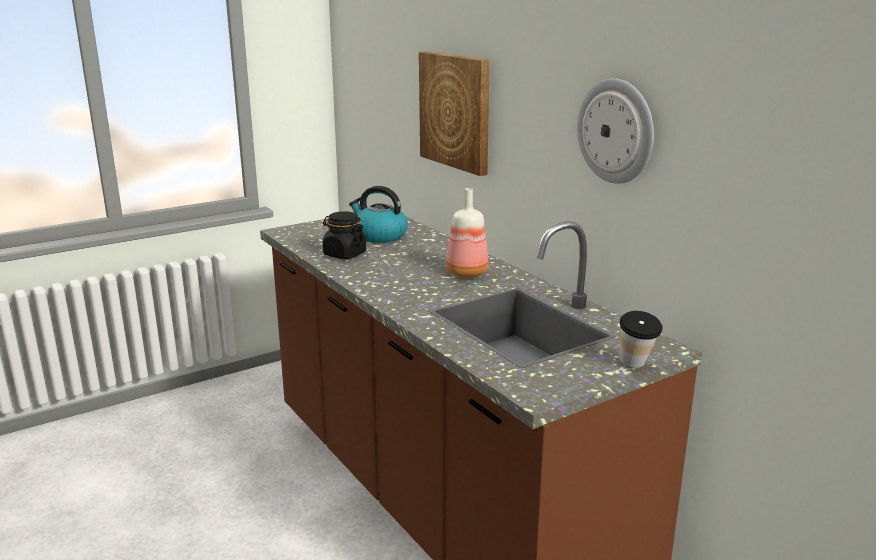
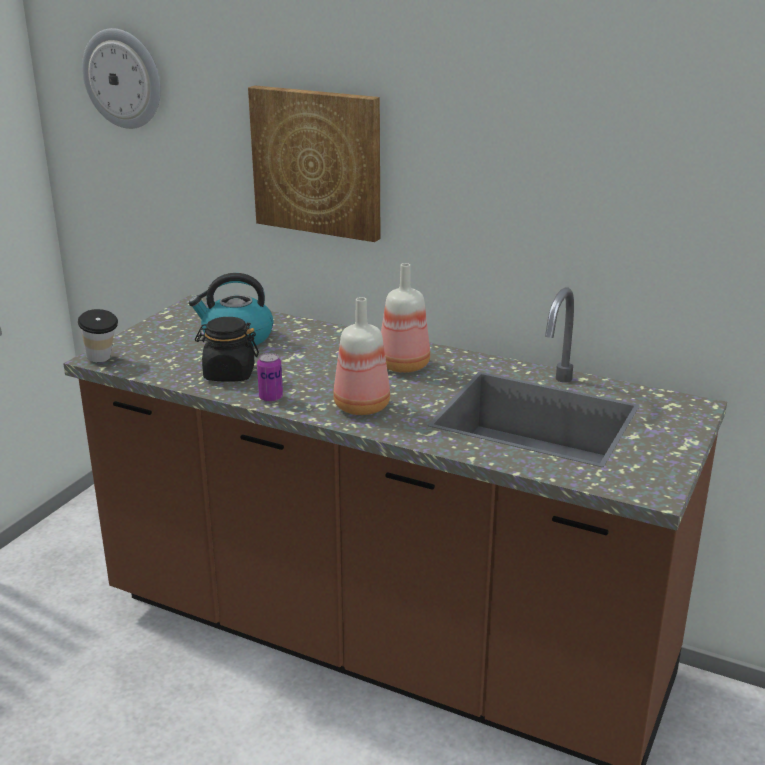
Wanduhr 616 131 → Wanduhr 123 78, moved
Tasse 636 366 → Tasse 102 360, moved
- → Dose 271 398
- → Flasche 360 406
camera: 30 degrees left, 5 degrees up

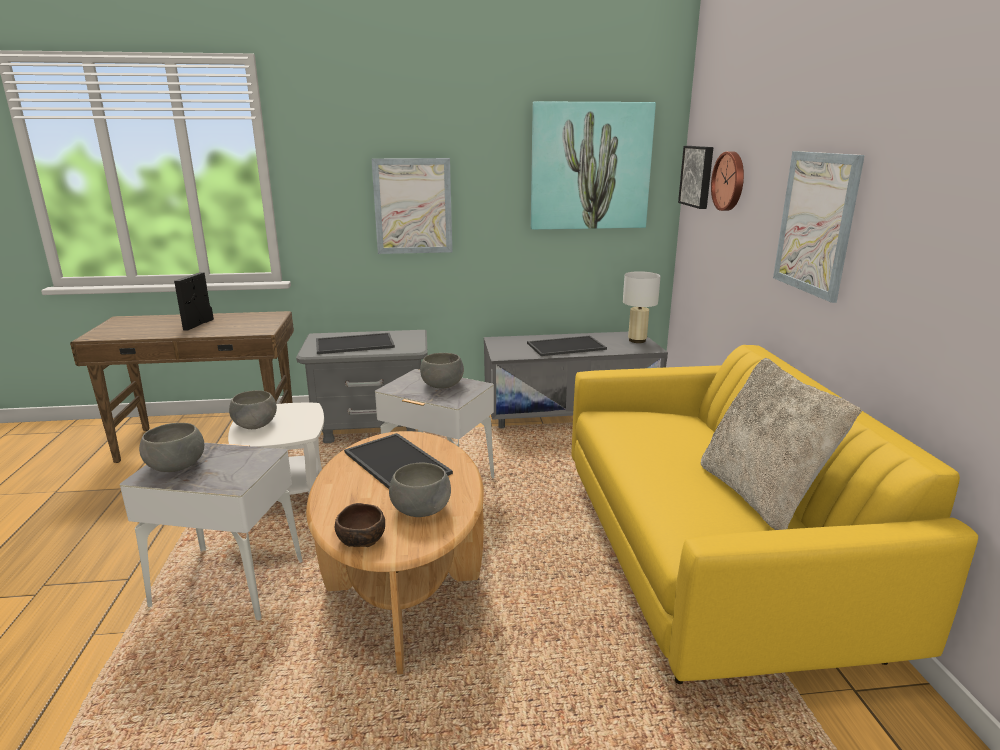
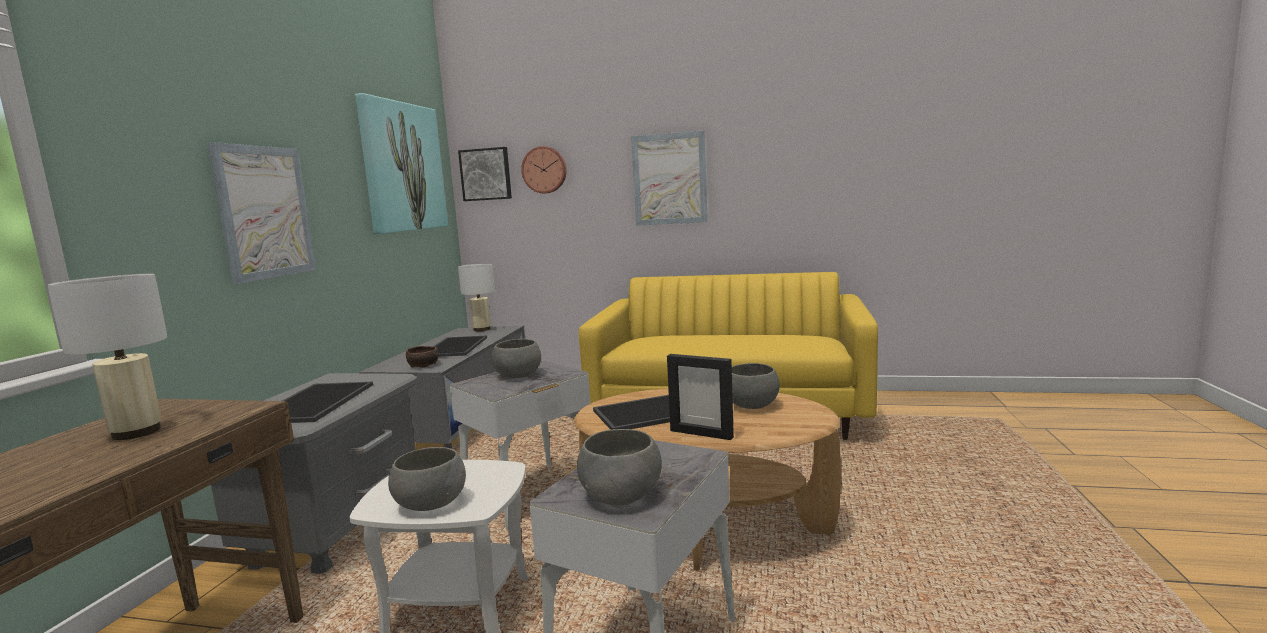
Bilderrahmen 198 324 → Bilderrahmen 702 433, moved
Schüssel (braun) 362 539 → Schüssel (braun) 424 365, moved
Kissen (beige) 761 492 → -
- → Tischlampe (weiß) 138 432
camera: 70 degrees left, 10 degrees down

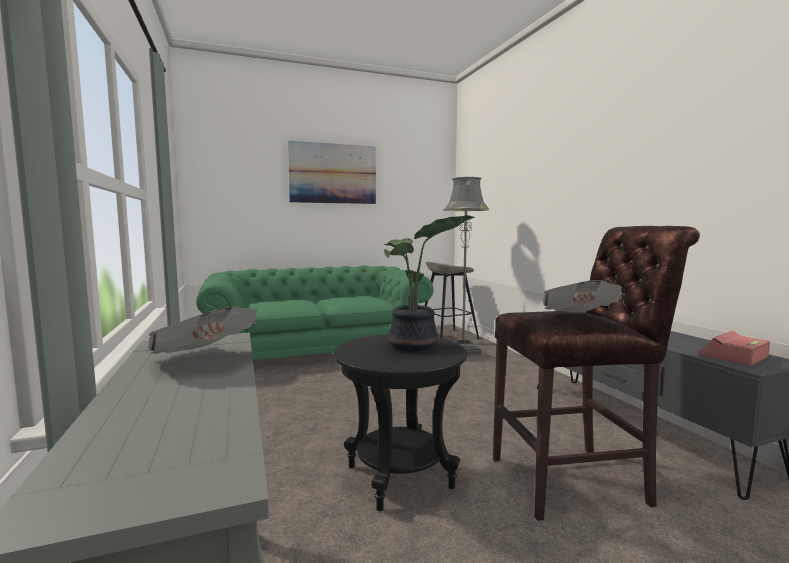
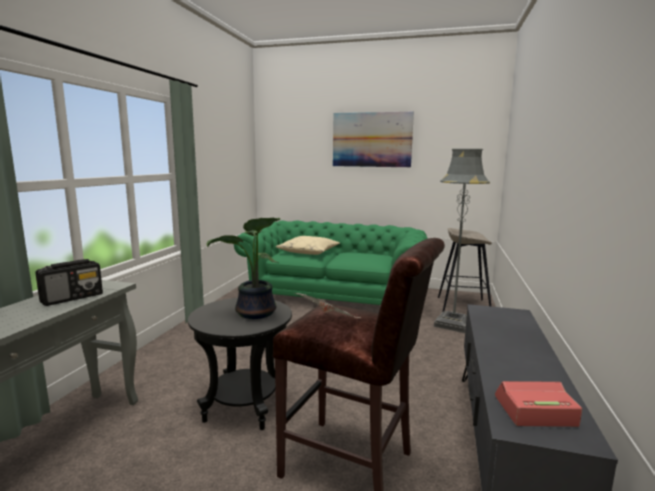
Zeitung 205 360 → Radio 73 298
- → Kissen (beige) 308 252
camera: 35 degrees right, 5 degrees up

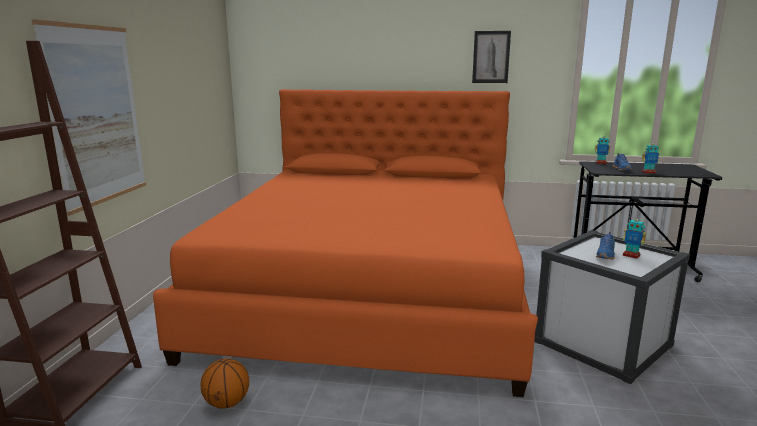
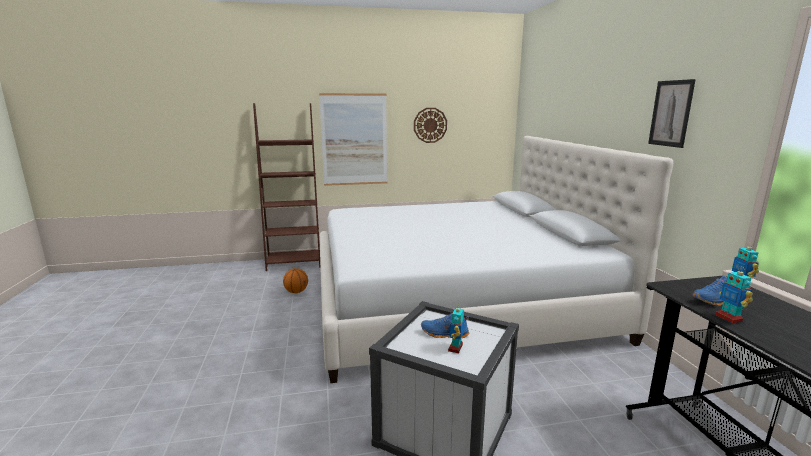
Bett (orange) 371 290 → Bett (weiß) 454 301
- → Wanduhr 430 125
camera: 70 degrees right, 0 degrees up

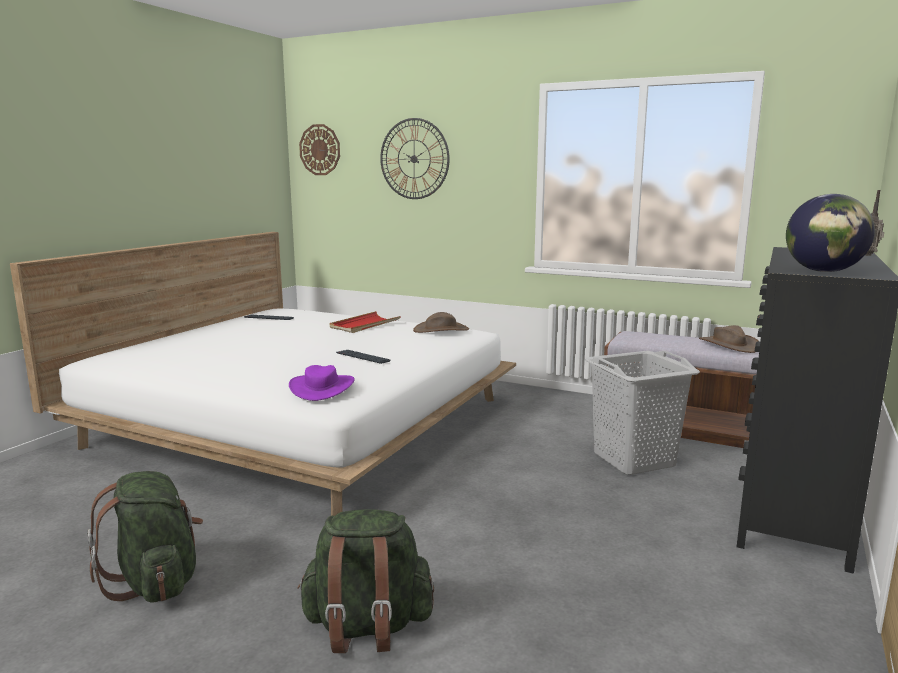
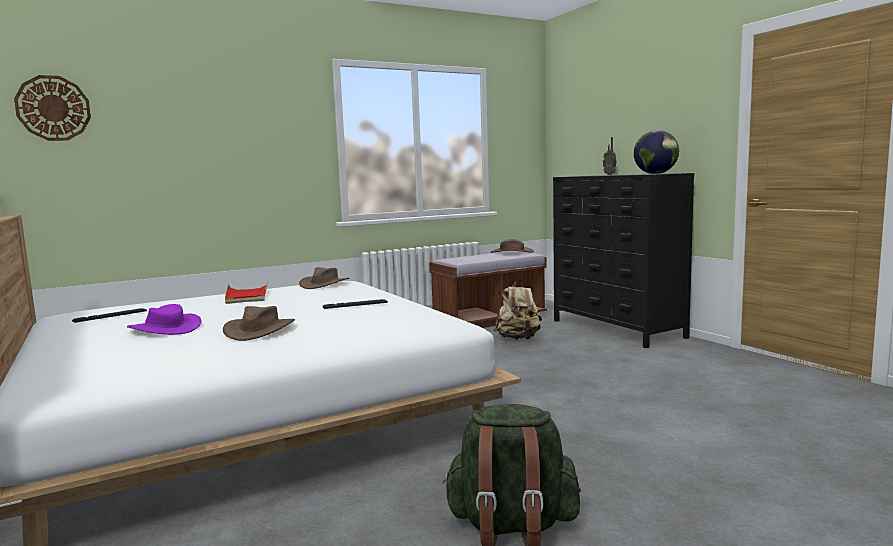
Hut (lila) 322 388 → Hut (lila) 165 328, moved
Rucksack (grün) 367 627 → -
Wanduhr 414 159 → -
Wäschekorb (grau) 634 460 → Rucksack (beige) 518 339
- → Hut (braun) 259 330
camera: 55 degrees left, 5 degrees down

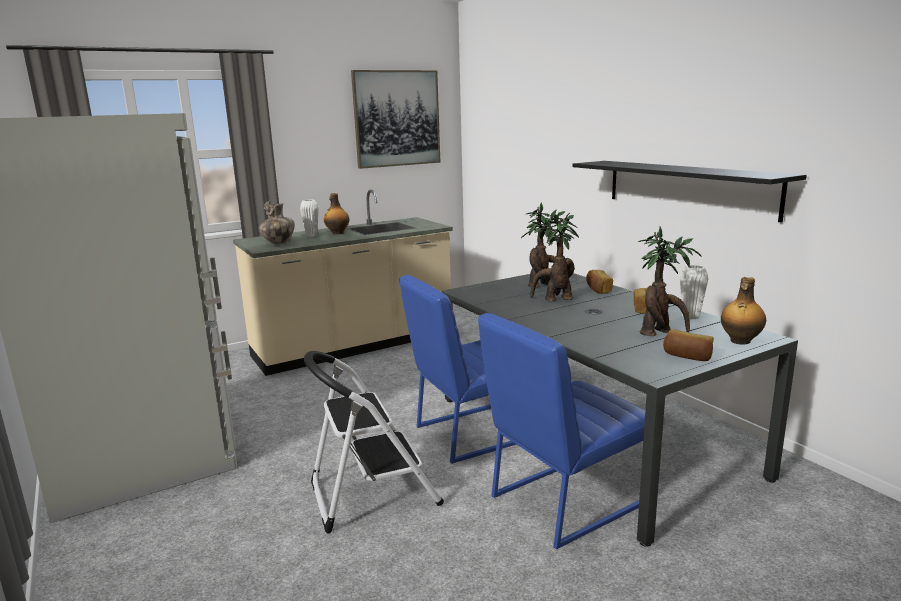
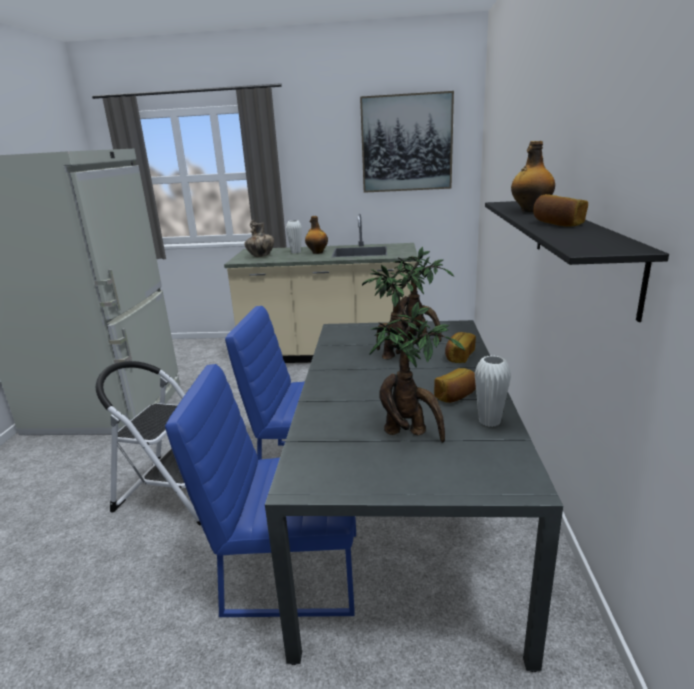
Brot 687 356 → Brot 557 224, moved
Flasche 740 341 → Flasche 530 210, moved
camera: 35 degrees right, 5 degrees up

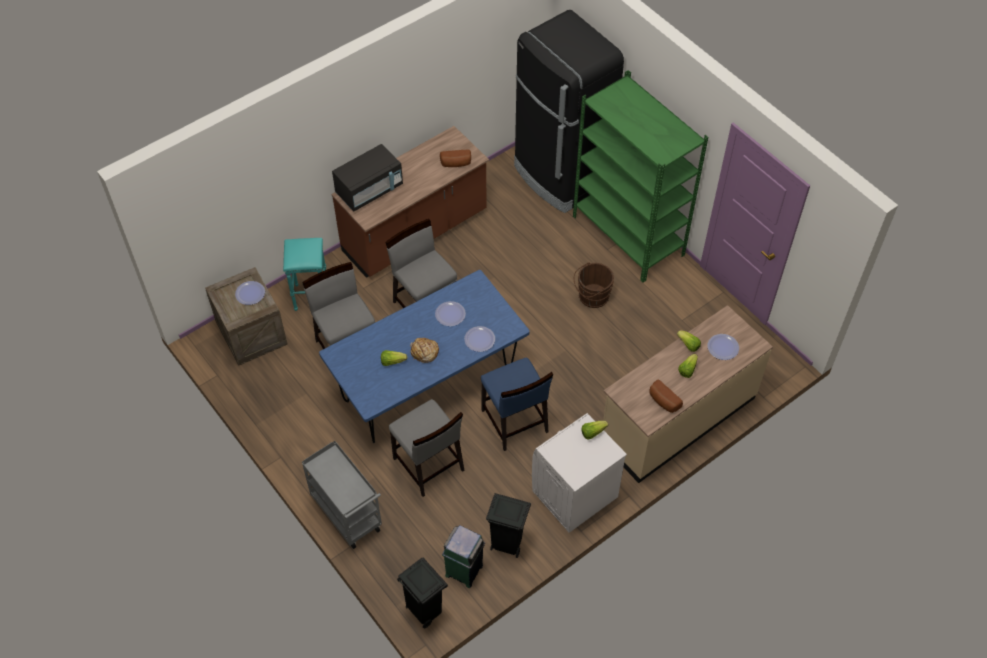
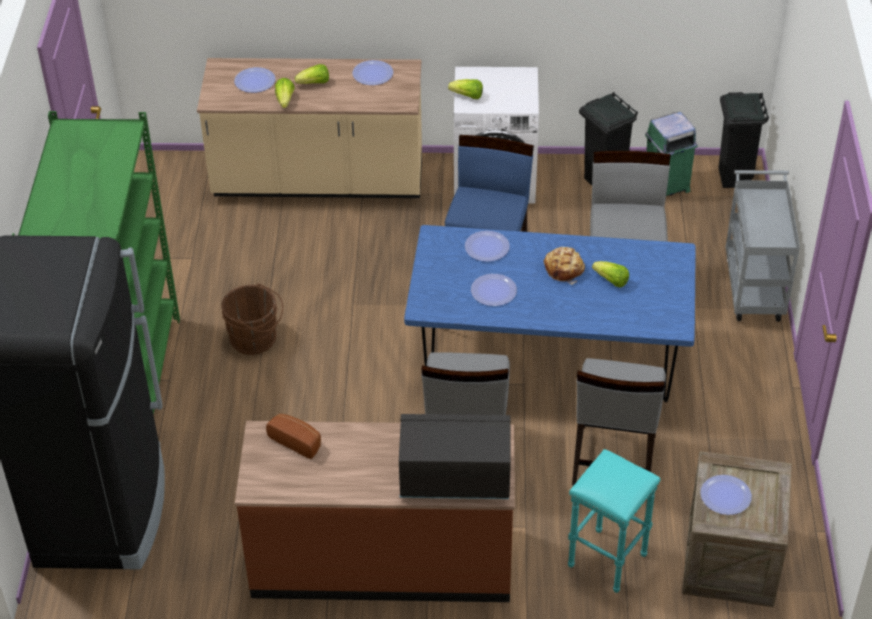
Brot 663 401 → Teller 372 74
camera: 140 degrees left, 10 degrees down

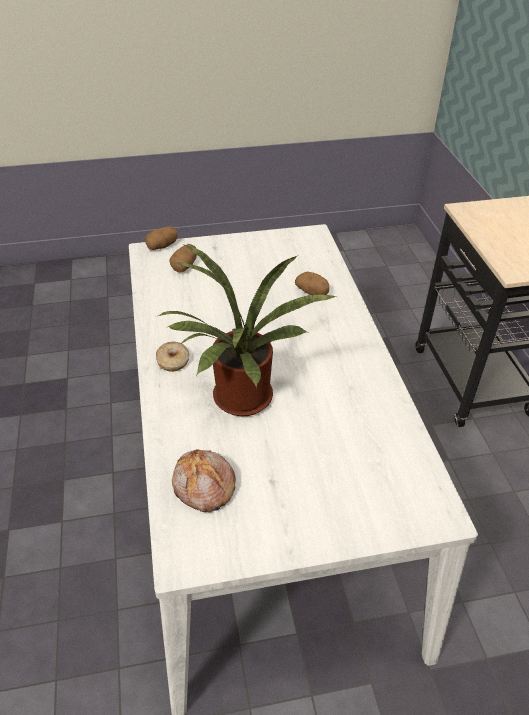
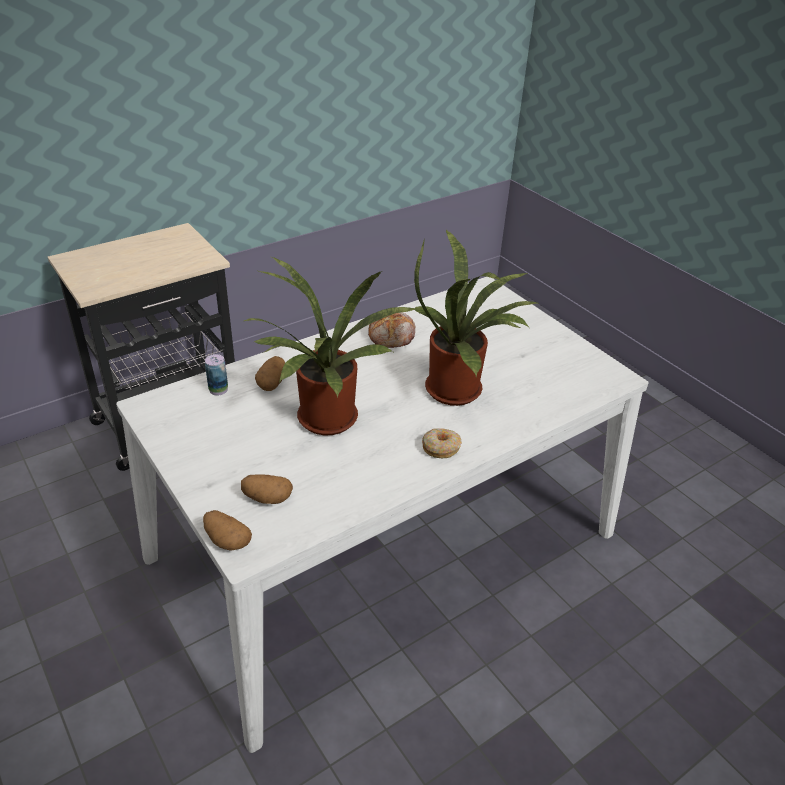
Brot 203 487 → Brot 392 336, moved
- → Dose 218 389
- → Topfpflanze 325 423
camera: 115 degrees left, 5 degrees down

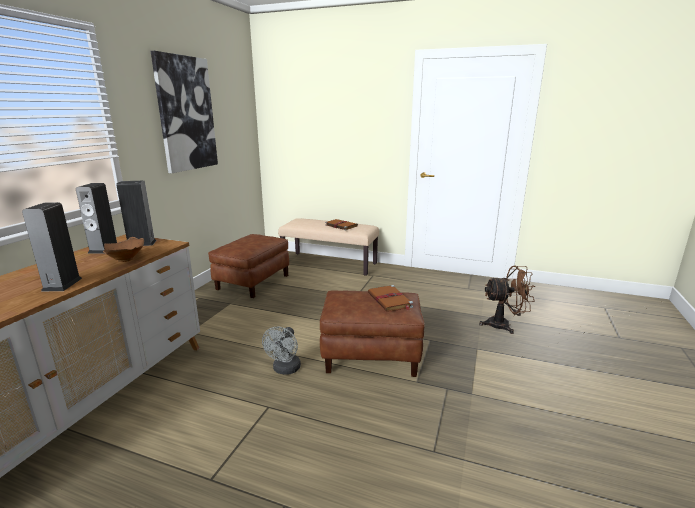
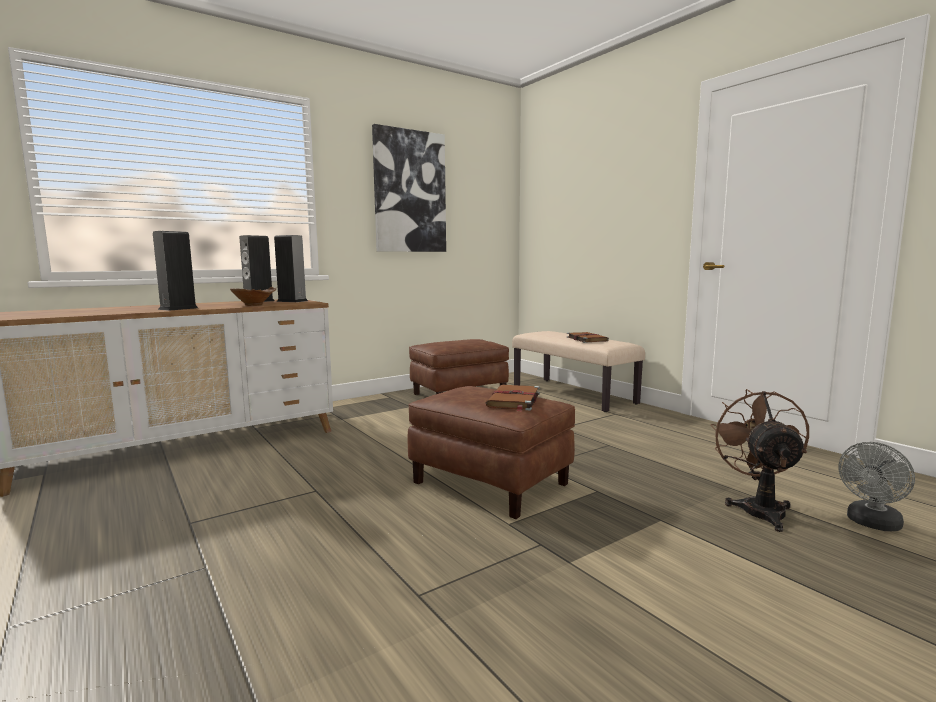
Ventilator (grau) 285 370 → Ventilator (grau) 872 524, moved
Ventilator (braun) 504 325 → Ventilator (braun) 759 508, 120 degrees counterclockwise
camera: 35 degrees right, 10 degrees down

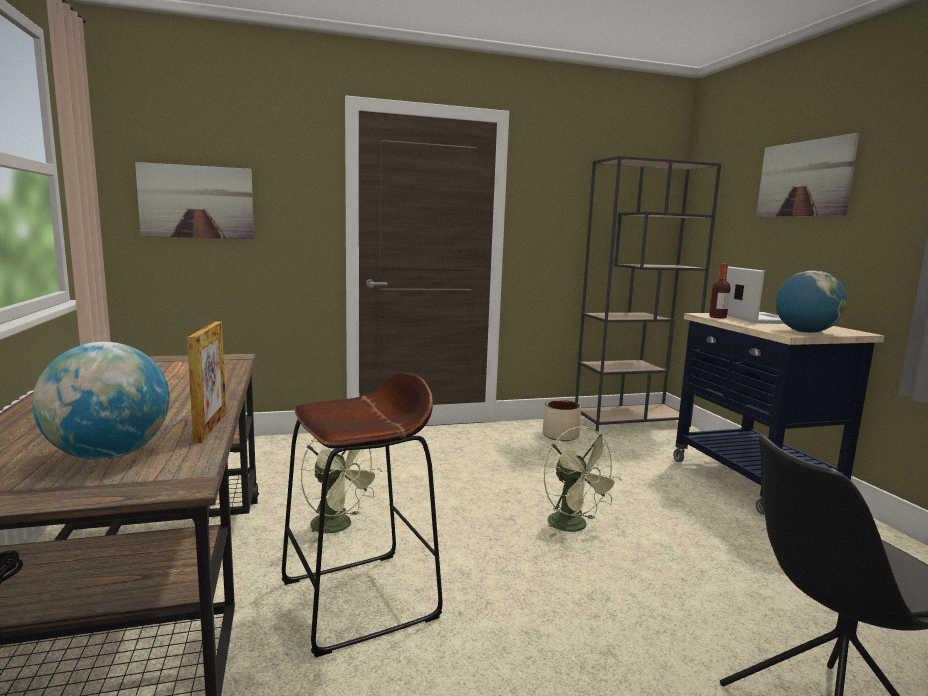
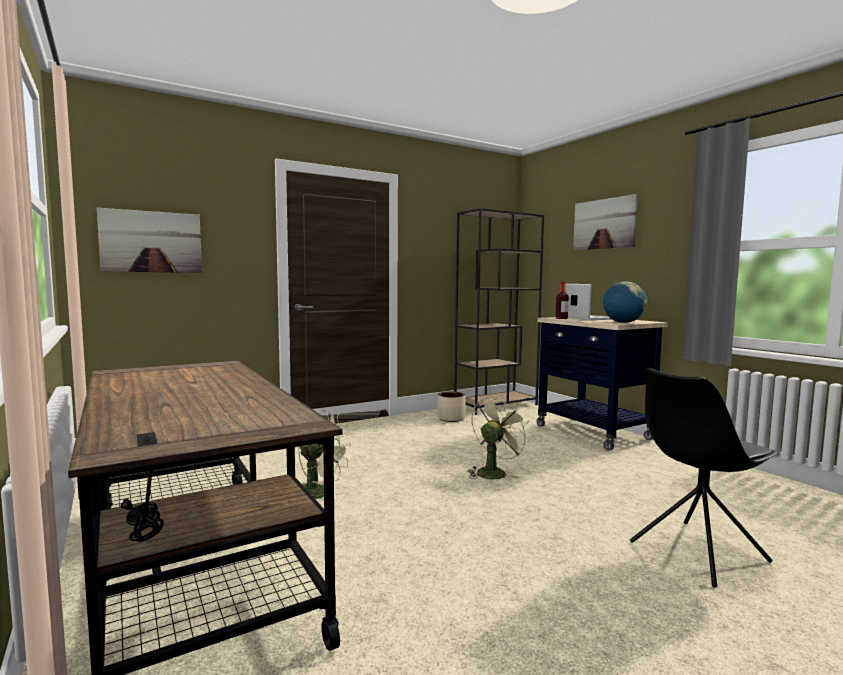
Globus 109 455 → -
Bilderrahmen 211 427 → -
Hocker (braun) 360 600 → -
Ventilator (grün) 574 527 → Ventilator (grün) 494 472, 90 degrees counterclockwise
camera: 15 degrees left, 5 degrees down

